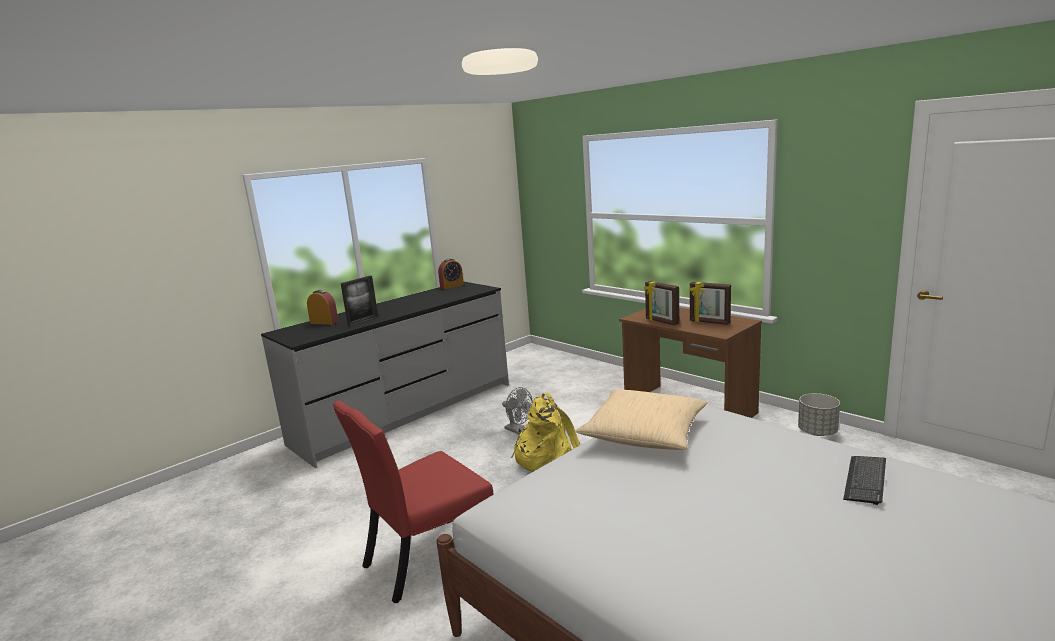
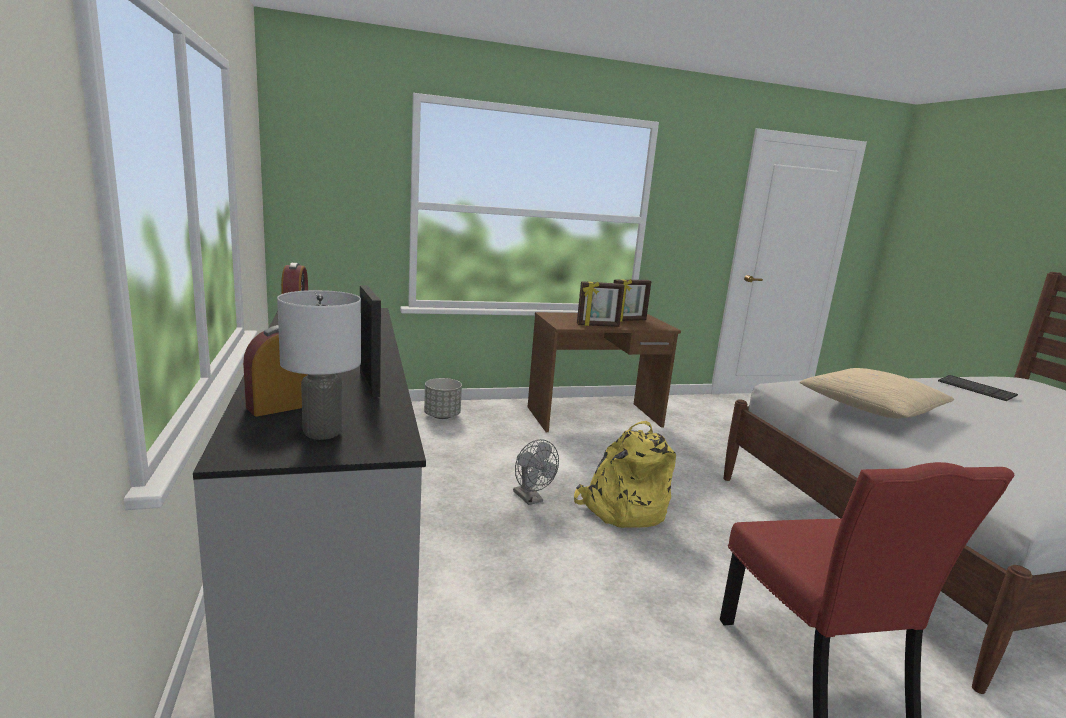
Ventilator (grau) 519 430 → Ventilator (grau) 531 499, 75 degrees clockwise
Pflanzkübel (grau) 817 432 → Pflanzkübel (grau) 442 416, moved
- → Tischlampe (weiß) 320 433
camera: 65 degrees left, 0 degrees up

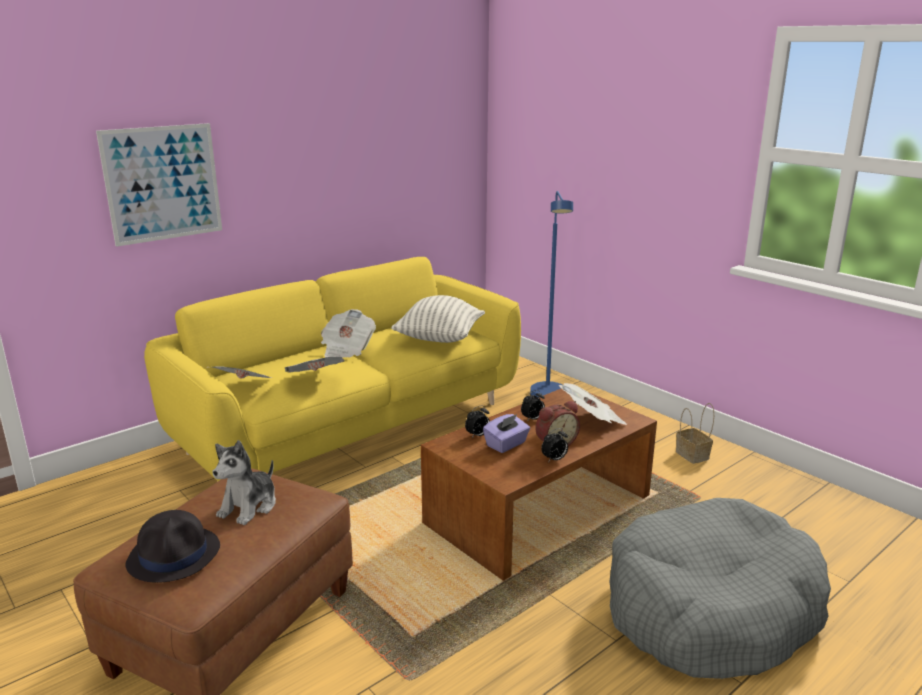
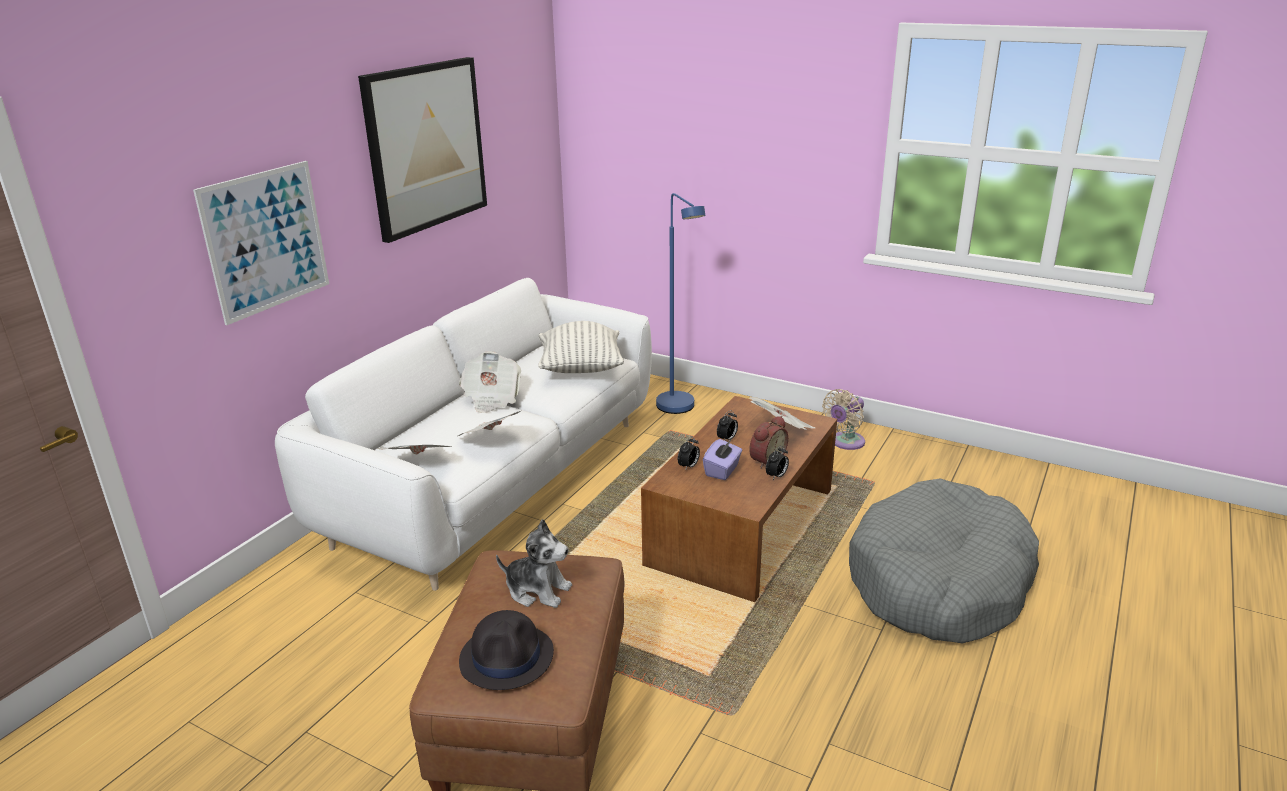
Sofa (gelb) 350 426 → Sofa (weiß) 495 480
Plüschtier 249 507 → Plüschtier 538 590, 75 degrees counterclockwise
Korb 693 455 → Ventilator (beige) 845 442
- → Bild 426 146
camera: 20 degrees left, 5 degrees up

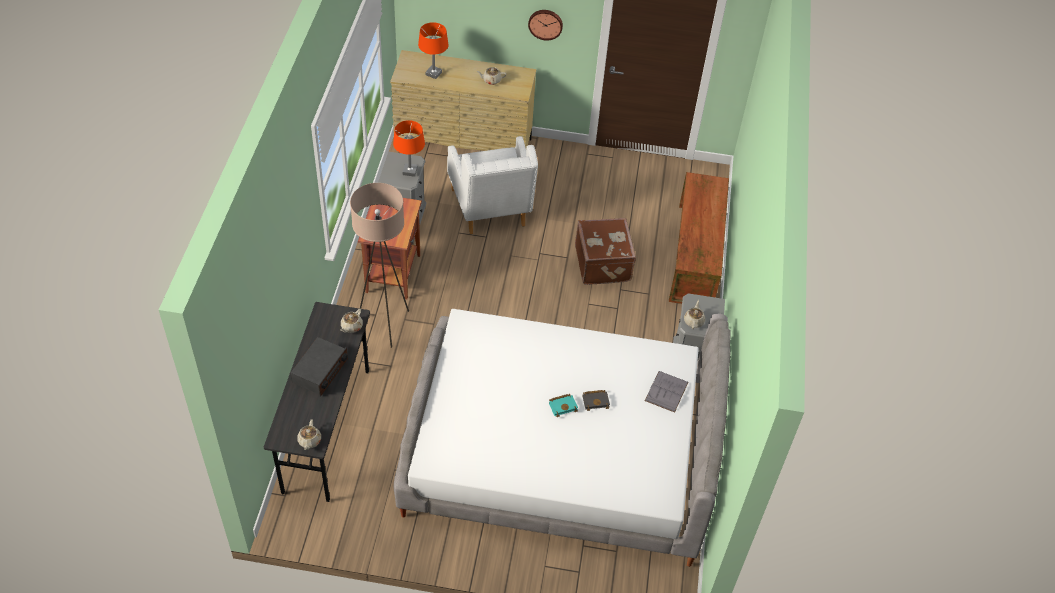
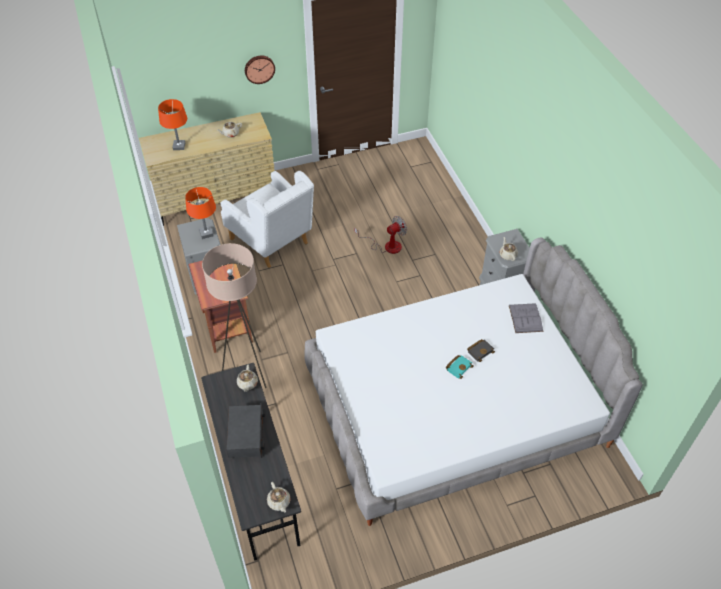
Koffer (braun) 604 263 → Ventilator 386 246
Bank (braun) 696 255 → -
camera: 25 degrees left, 0 degrees up

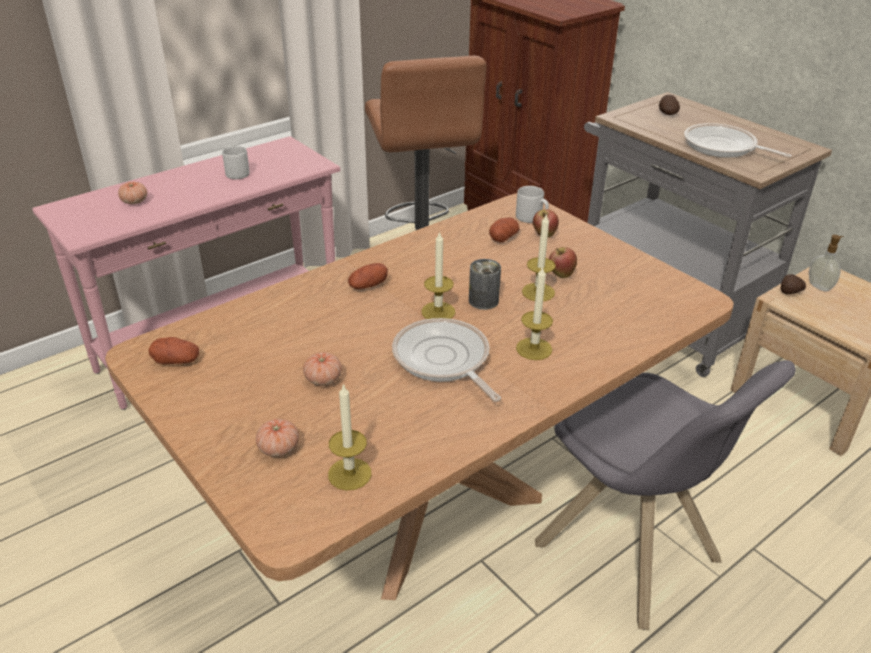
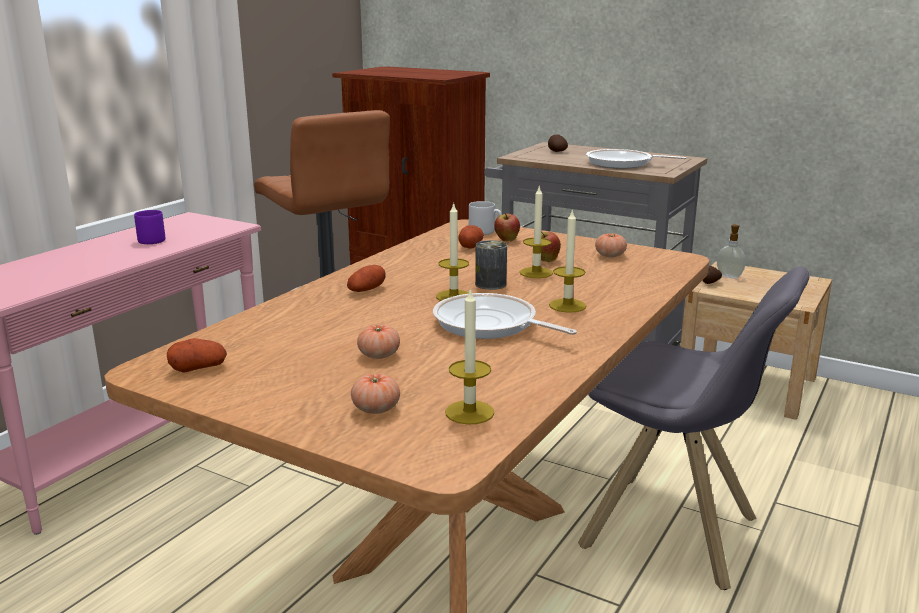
Tomate 134 201 → Tomate 610 255, moved
Henkelbecher (grau) 238 173 → Henkelbecher (lila) 151 240
camera: 20 degrees left, 15 degrees down

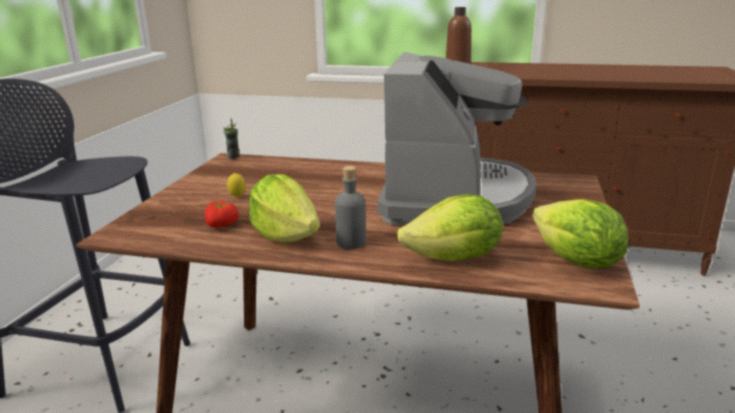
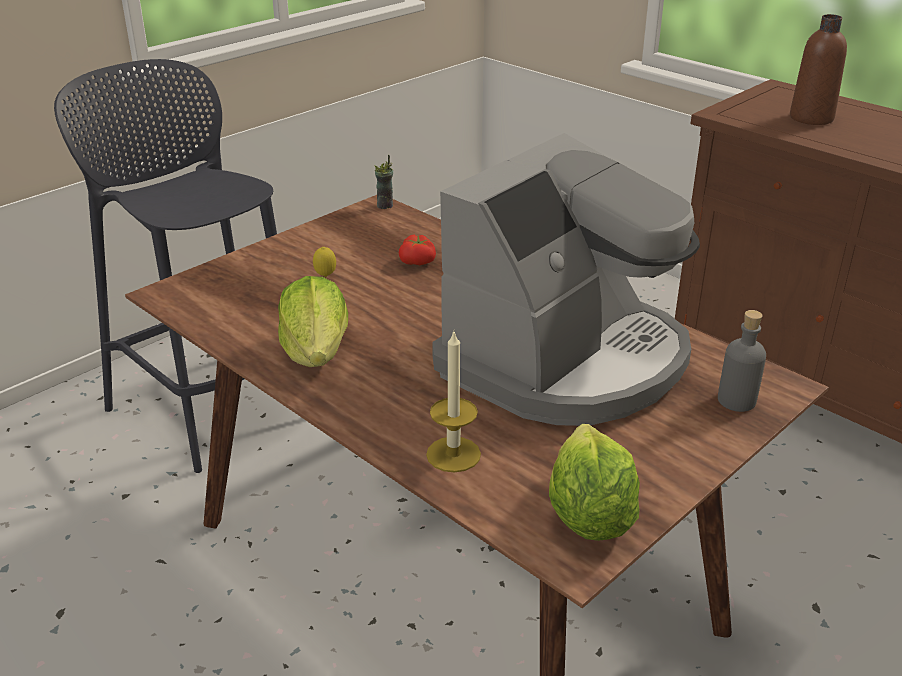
Tomate 223 225 → Tomate 418 262, moved
Flasche (grau) 351 242 → Flasche (grau) 736 400, moved
Salatkopf 455 259 → Kerze 453 454
camera: 30 degrees right, 10 degrees up

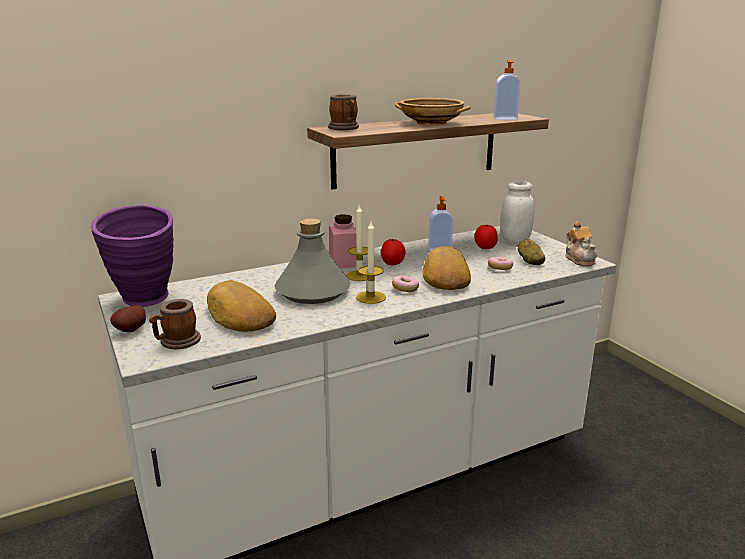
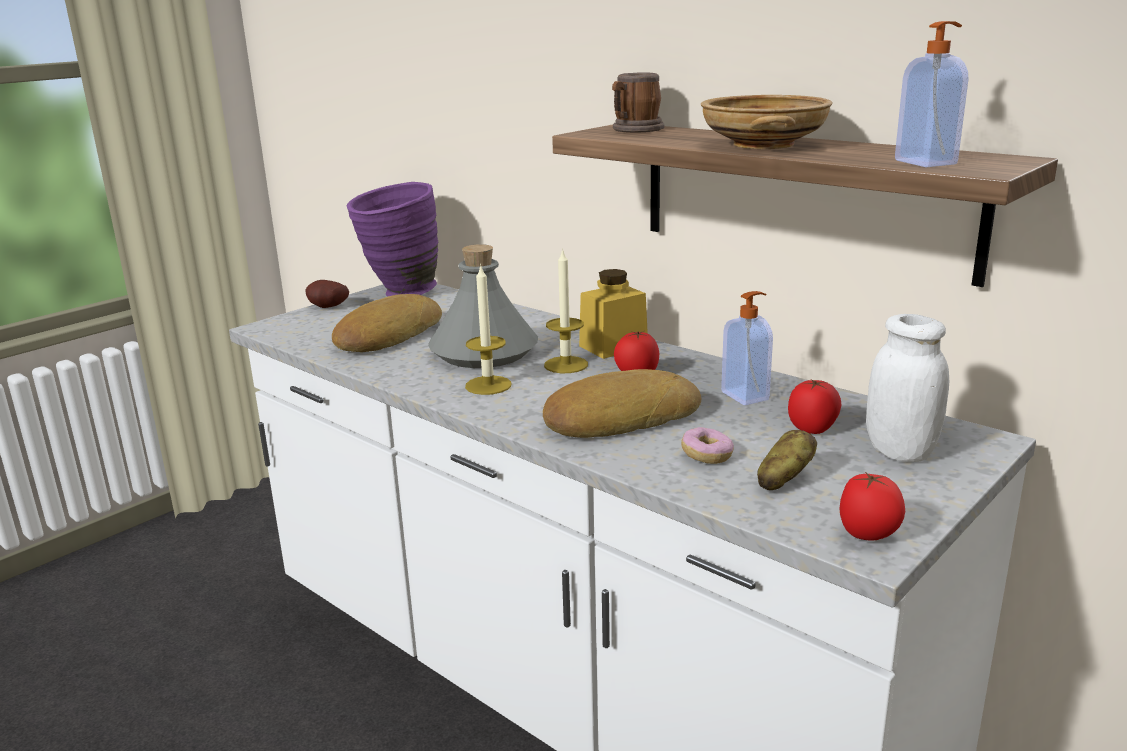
Henkelbecher 176 342 → -
Vorratsglas (rosa) 344 262 → Vorratsglas (gelb) 613 346
Donut 405 289 → -
Teekanne 580 259 → Tomate 868 534
camera: 70 degrees right, 0 degrees up

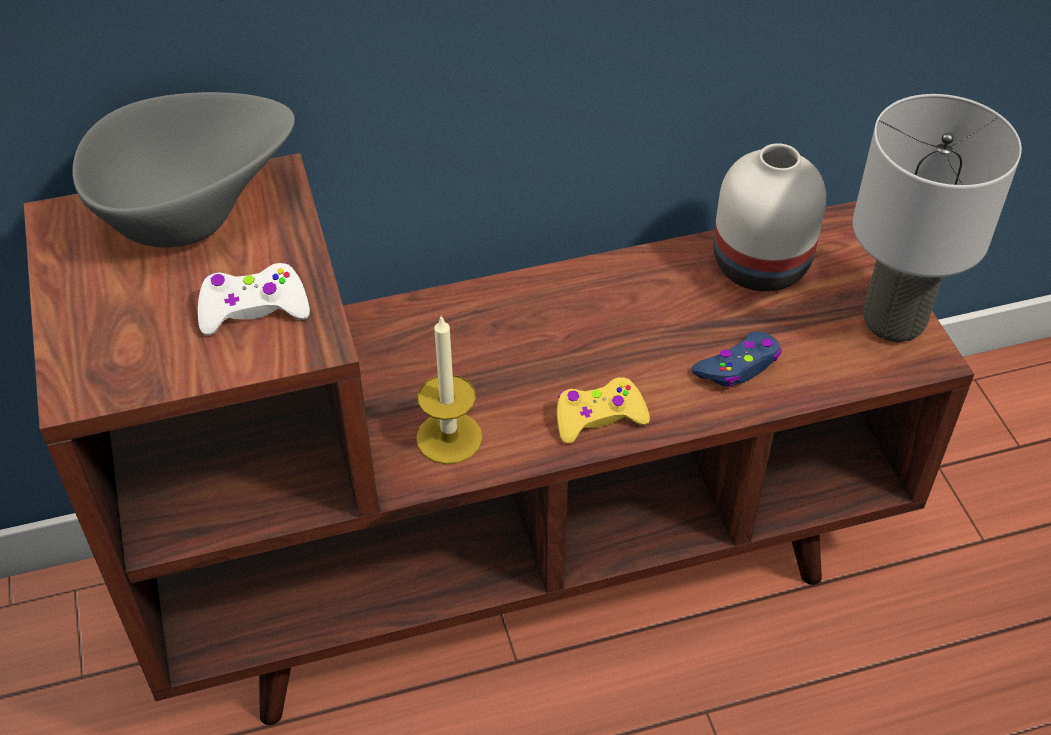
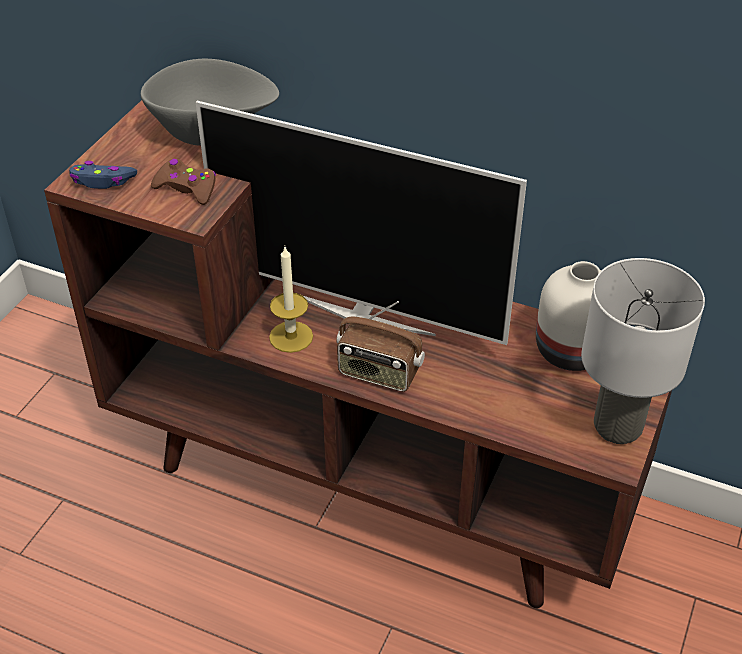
Gamepad (weiß) 253 309 → Gamepad (braun) 186 188
Gamepad (gelb) 598 417 → Radio 378 373
Gamepad (blau) 738 367 → Gamepad (blau) 102 181, moved
- → Fernseher 361 312
camera: 40 degrees right, 5 degrees down

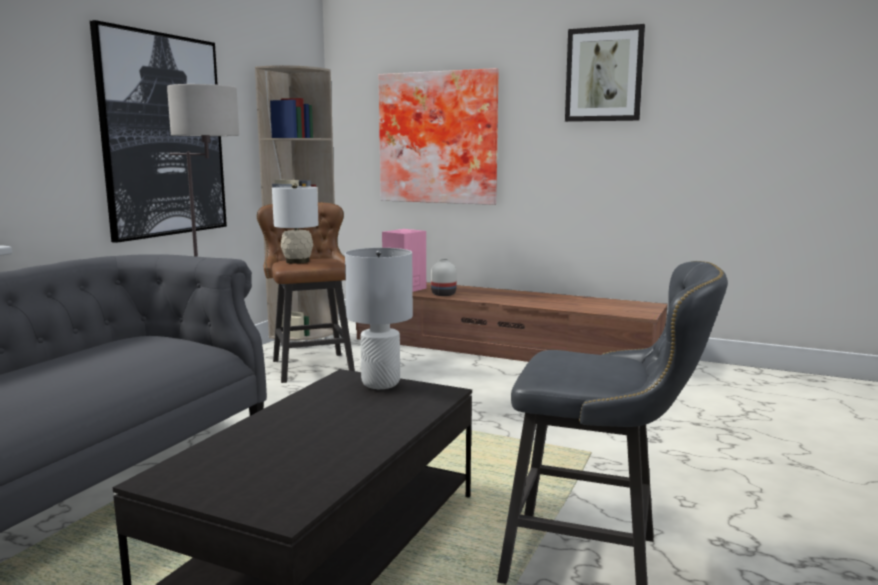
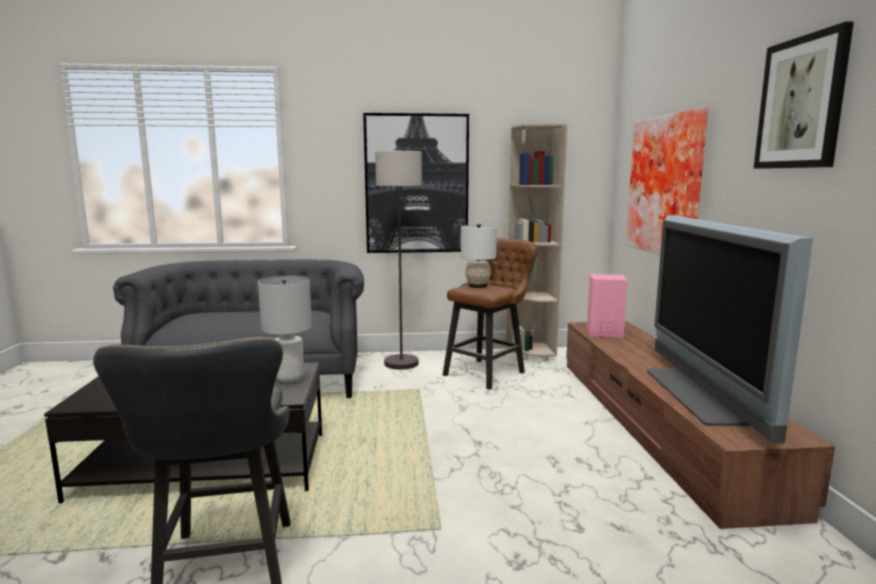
Vase (weiß) 443 294 → -
- → Fernseher 701 395
camera: 60 degrees right, 0 degrees up

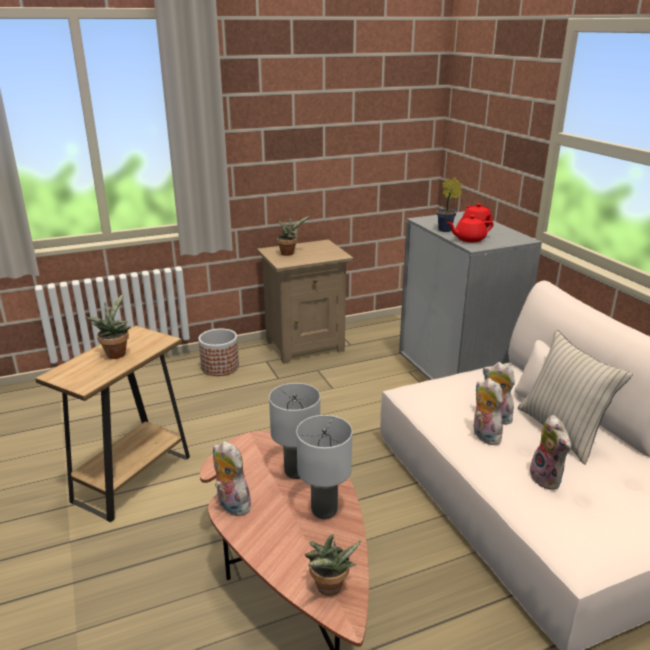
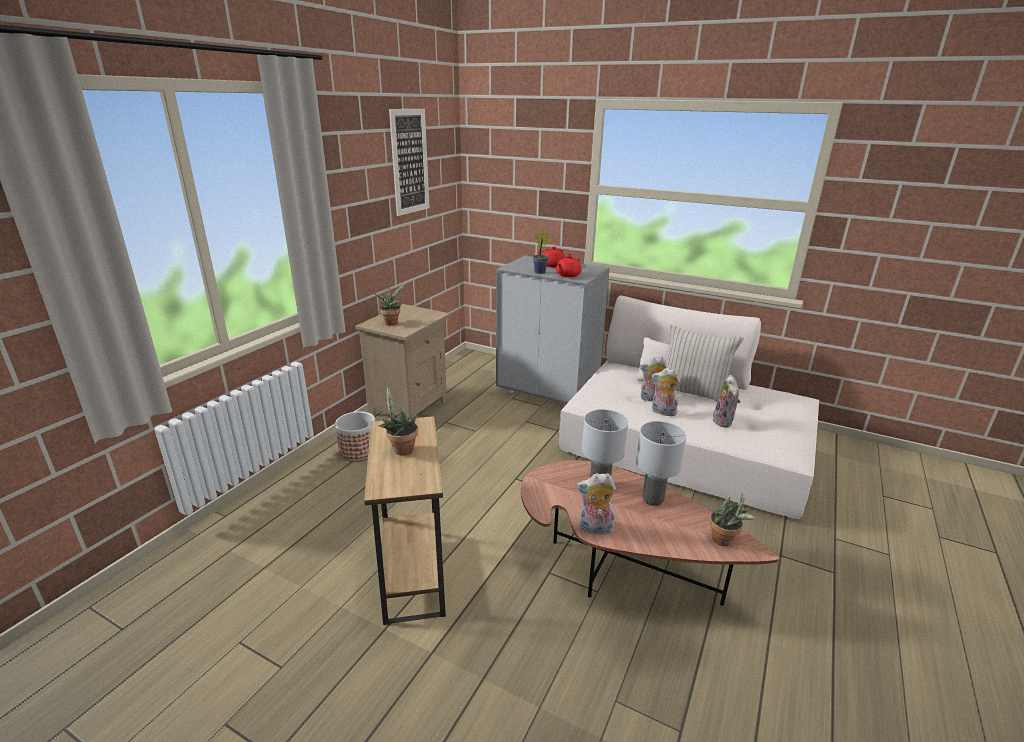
Plüschtier 548 479 → Plüschtier 724 422, 60 degrees clockwise
- → Bild 410 162
camera: 40 degrees left, 0 degrees up

